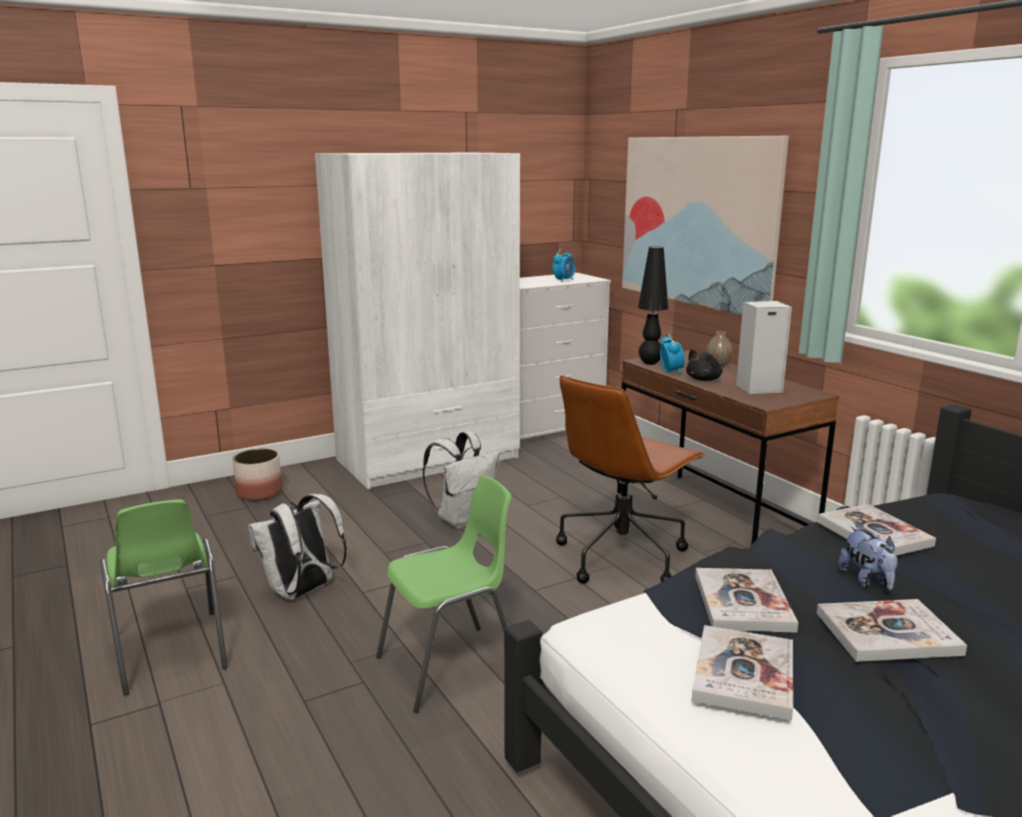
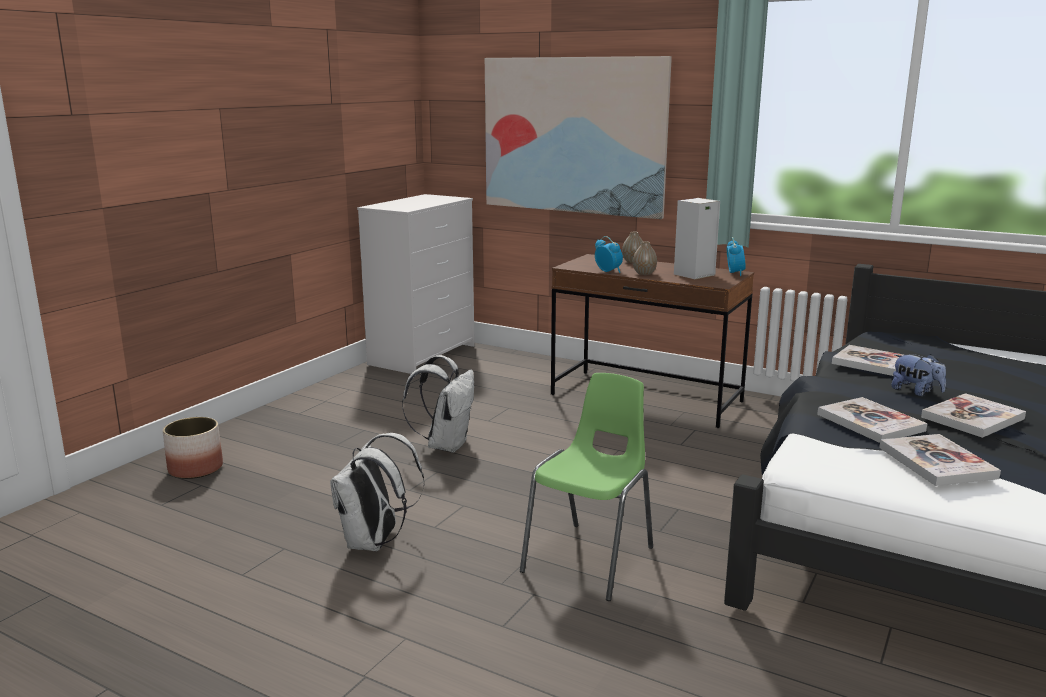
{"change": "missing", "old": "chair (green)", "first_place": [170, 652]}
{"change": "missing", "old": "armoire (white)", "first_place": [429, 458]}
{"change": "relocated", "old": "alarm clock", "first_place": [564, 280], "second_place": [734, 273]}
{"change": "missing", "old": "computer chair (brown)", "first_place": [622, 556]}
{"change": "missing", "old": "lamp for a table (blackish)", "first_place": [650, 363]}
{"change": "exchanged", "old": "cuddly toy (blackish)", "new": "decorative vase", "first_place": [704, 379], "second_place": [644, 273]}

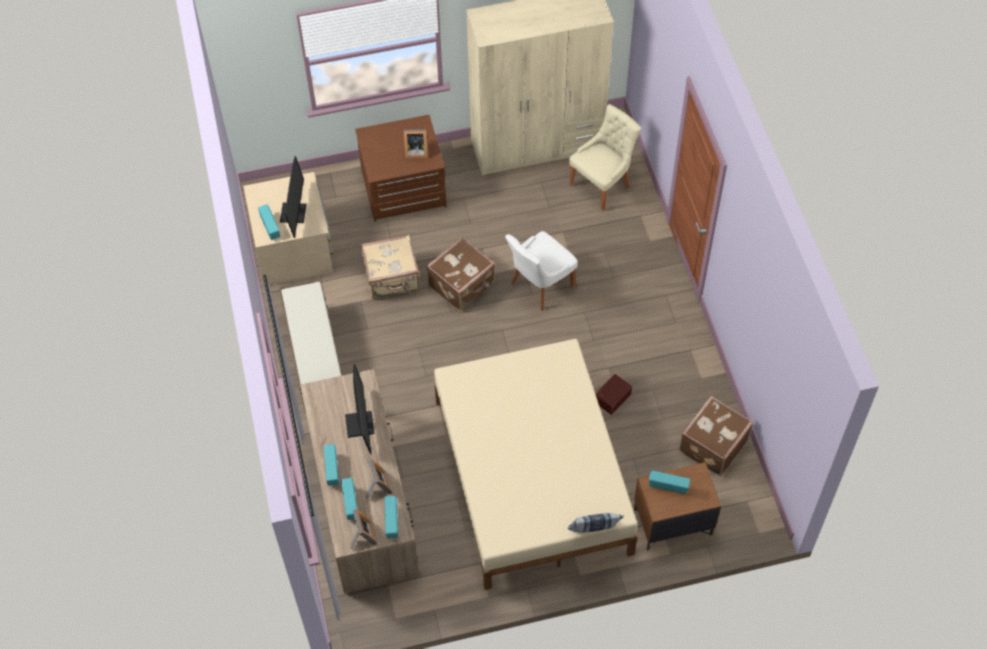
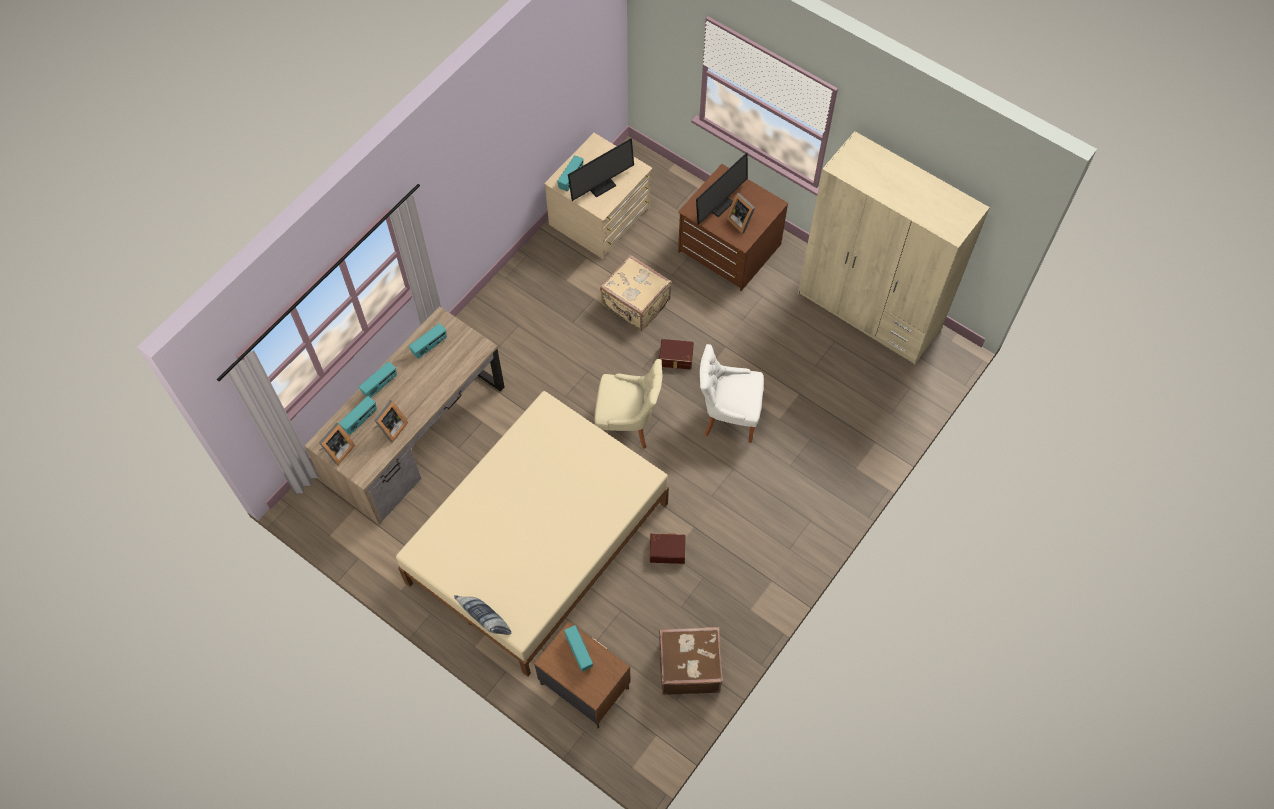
{"change": "missing", "old": "bench (brown)", "first_place": [315, 360]}
{"change": "relocated", "old": "computer screen", "first_place": [360, 424], "second_place": [717, 203]}
{"change": "relocated", "old": "radio receiver", "first_place": [392, 522], "second_place": [430, 346]}
{"change": "exchanged", "old": "travel case (brown)", "new": "storage bin (brown)", "first_place": [462, 285], "second_place": [676, 358]}
{"change": "relocated", "old": "chair (sand-coloured)", "first_place": [602, 185], "second_place": [628, 424]}

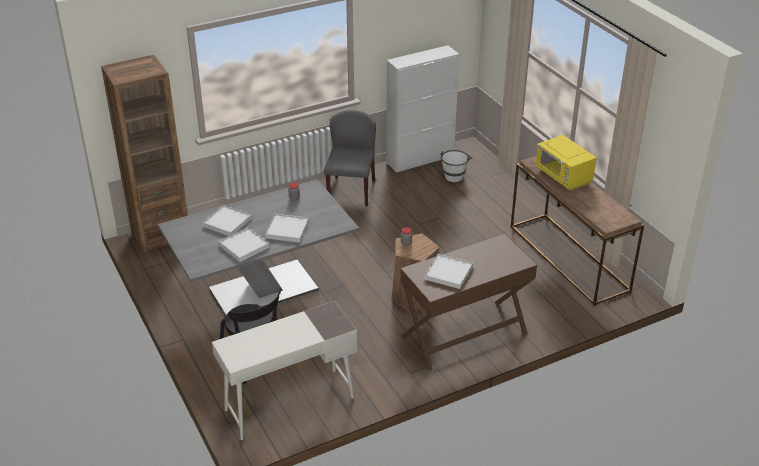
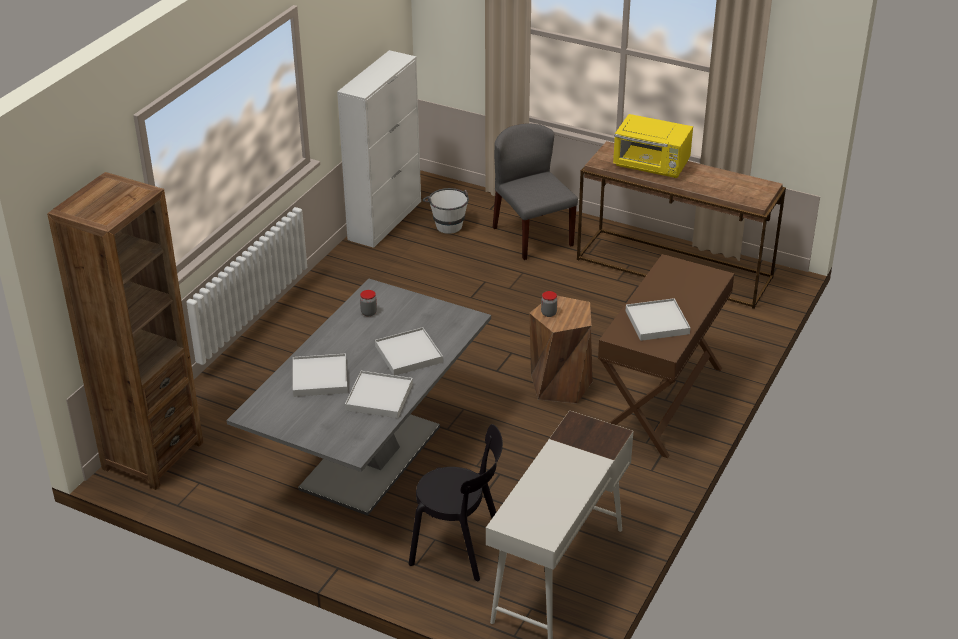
{"change": "relocated", "old": "chair (grey)", "first_place": [351, 191], "second_place": [532, 236]}

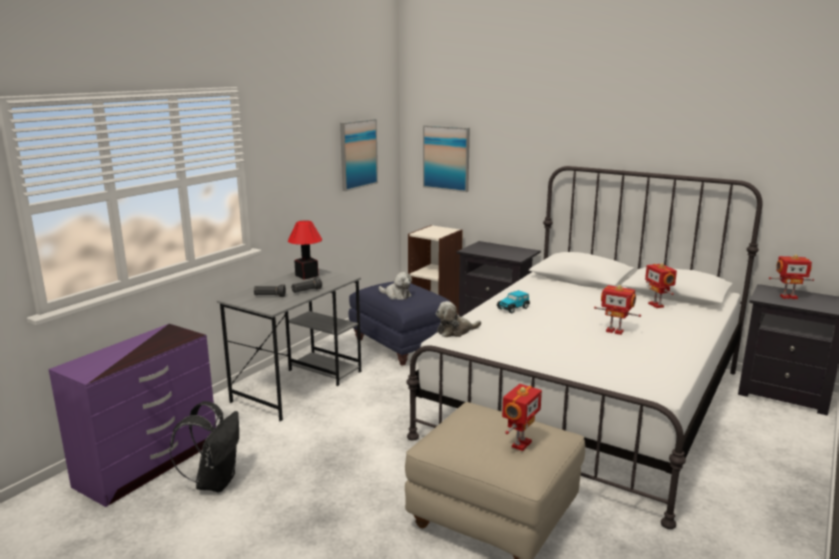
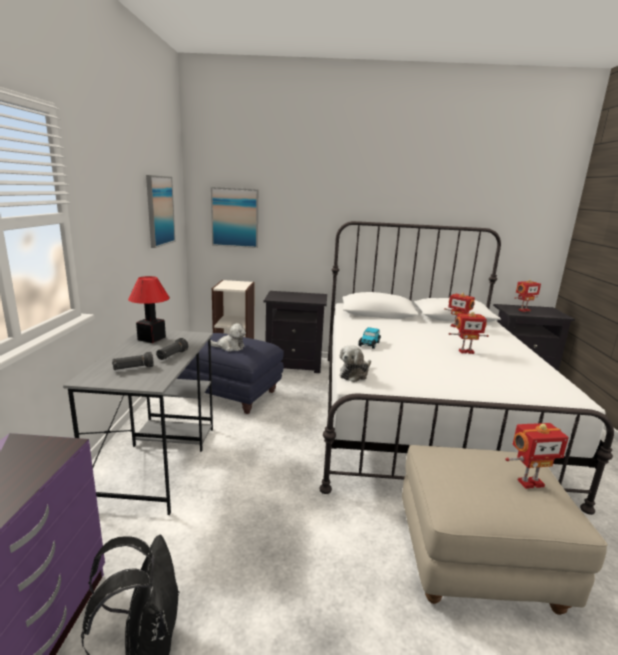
{"change": "spun", "old": "model robot", "first_place": [520, 444], "second_place": [529, 482], "degrees": 75}

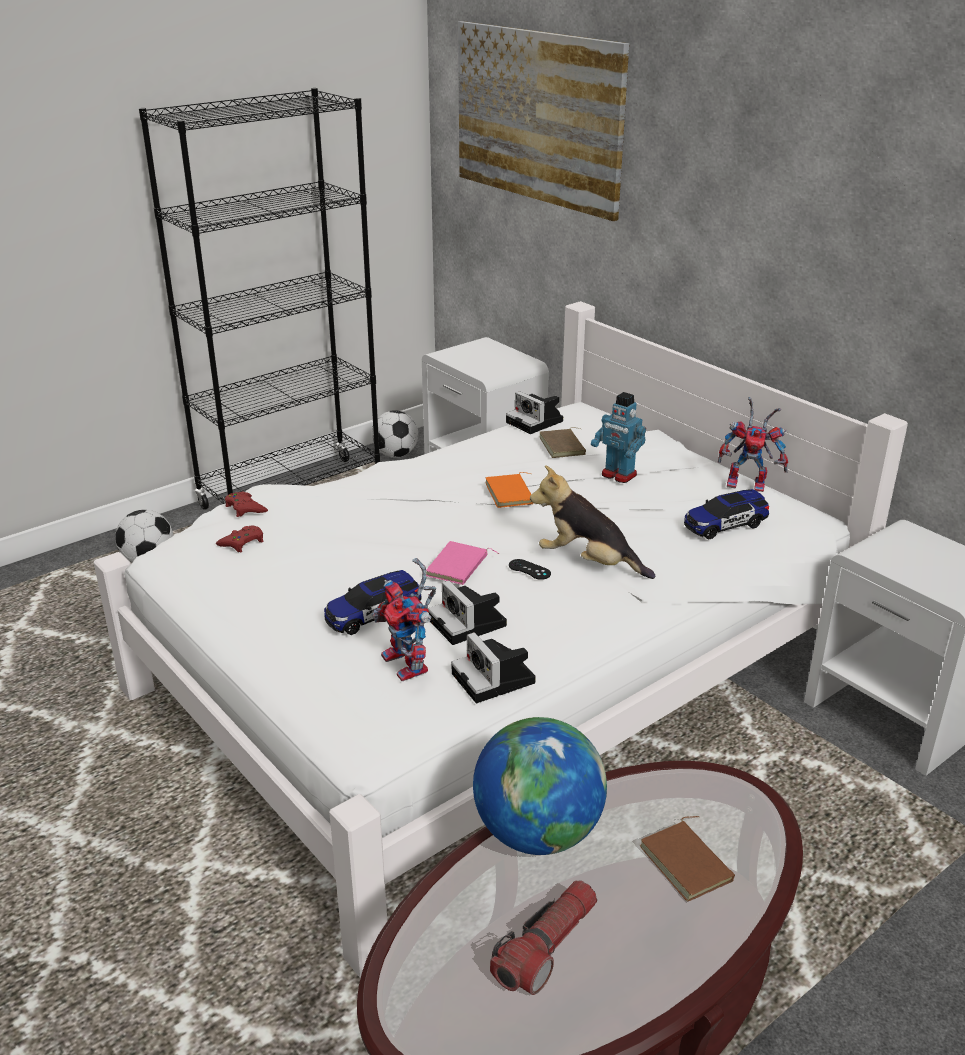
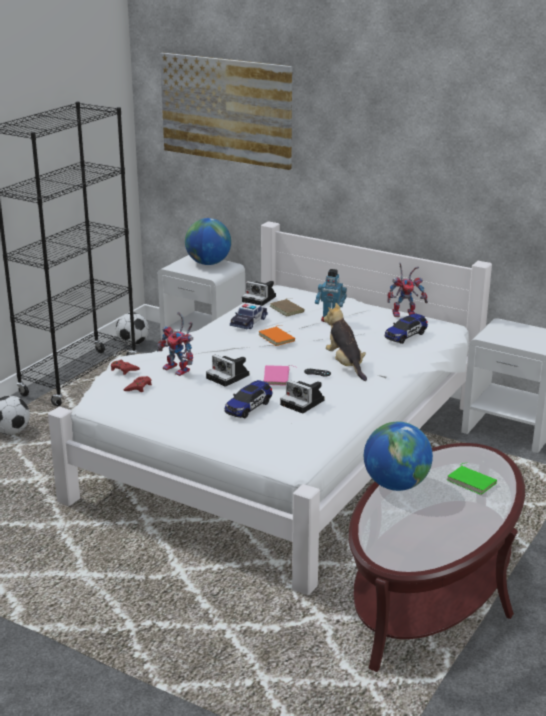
{"change": "relocated", "old": "model robot", "first_place": [410, 665], "second_place": [179, 370]}
{"change": "relocated", "old": "still camera", "first_place": [495, 679], "second_place": [229, 377]}
{"change": "missing", "old": "hand torch", "first_place": [546, 947]}
{"change": "spun", "old": "cuddly toy", "first_place": [588, 563], "second_place": [345, 365], "degrees": 60}
{"change": "colour", "old": "book (brown)", "new": "book (green)", "first_place": [688, 863], "second_place": [472, 481]}
{"change": "appeared", "new": "world globe", "second_place": [208, 263]}
{"change": "appeared", "new": "toy car", "second_place": [249, 322]}

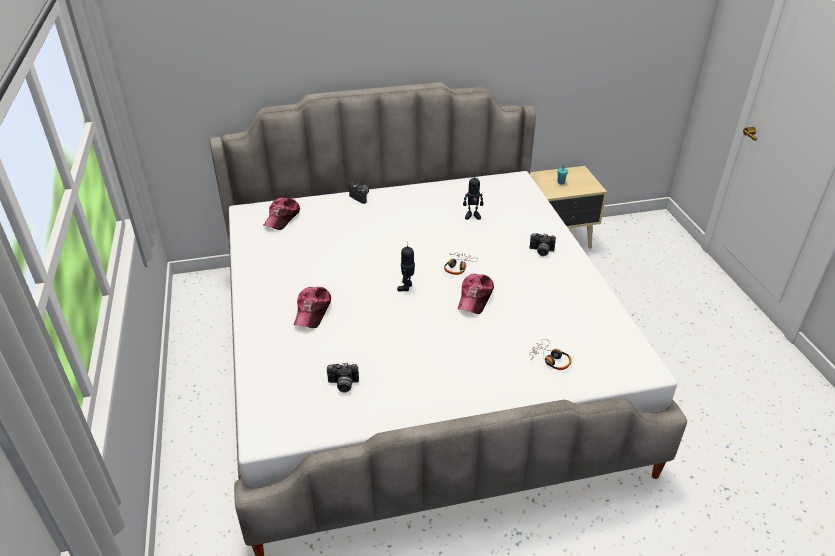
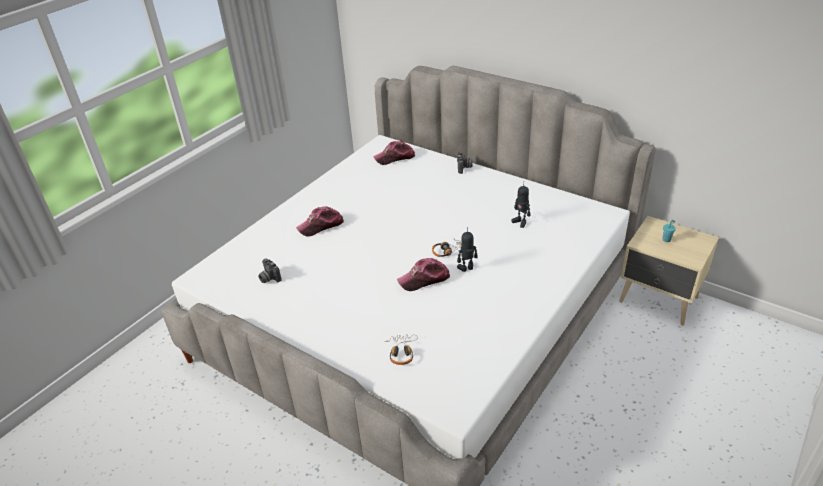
{"change": "relocated", "old": "model robot", "first_place": [407, 287], "second_place": [467, 268]}
{"change": "missing", "old": "still camera", "first_place": [541, 251]}

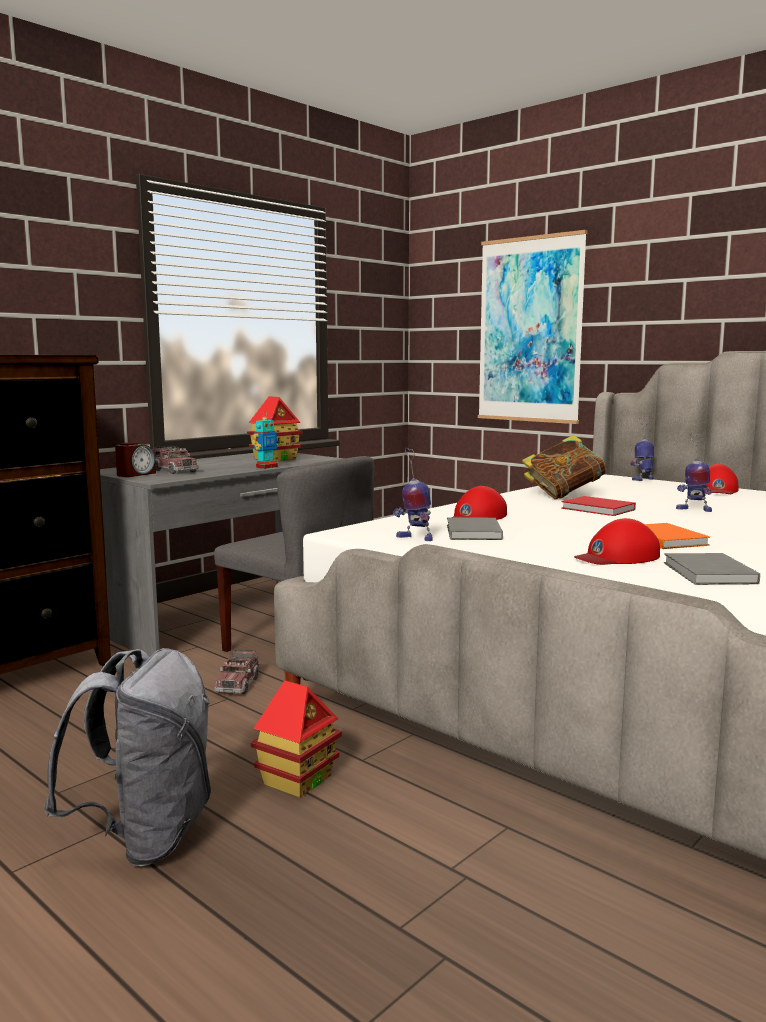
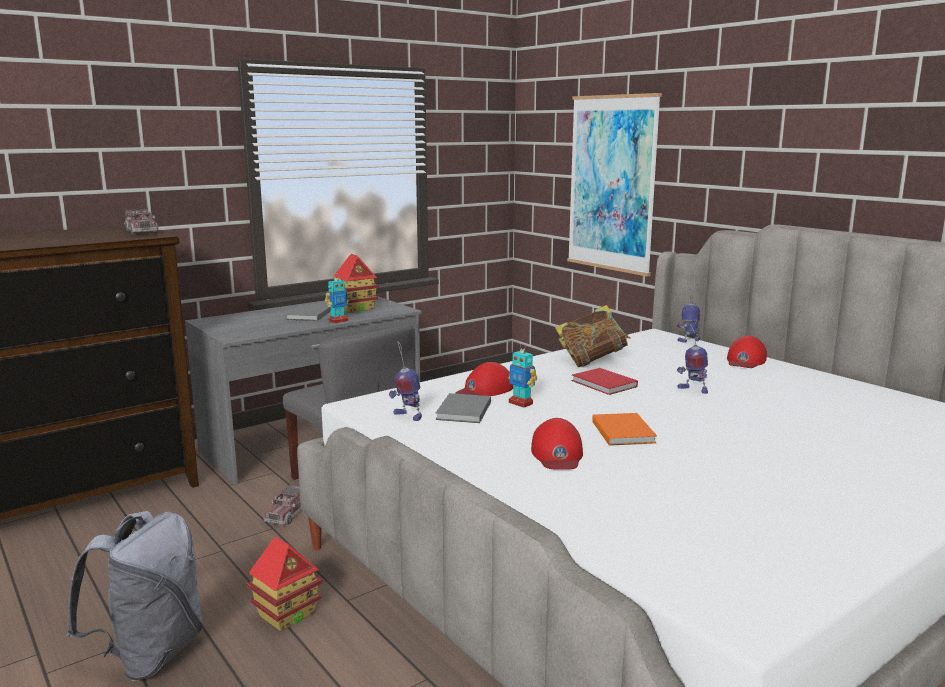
{"change": "missing", "old": "alarm clock", "first_place": [135, 474]}
{"change": "relocated", "old": "toy truck", "first_place": [174, 470], "second_place": [141, 232]}
{"change": "spun", "old": "peaked cap (red)", "first_place": [617, 557], "second_place": [557, 454], "degrees": -75}
{"change": "relocated", "old": "book (grey)", "first_place": [708, 574], "second_place": [308, 315]}
{"change": "appeared", "new": "model robot", "second_place": [521, 403]}

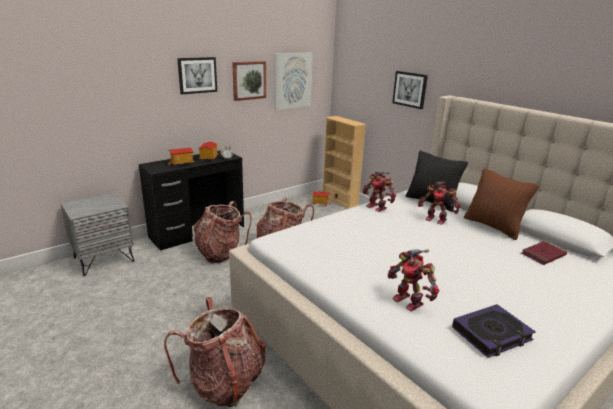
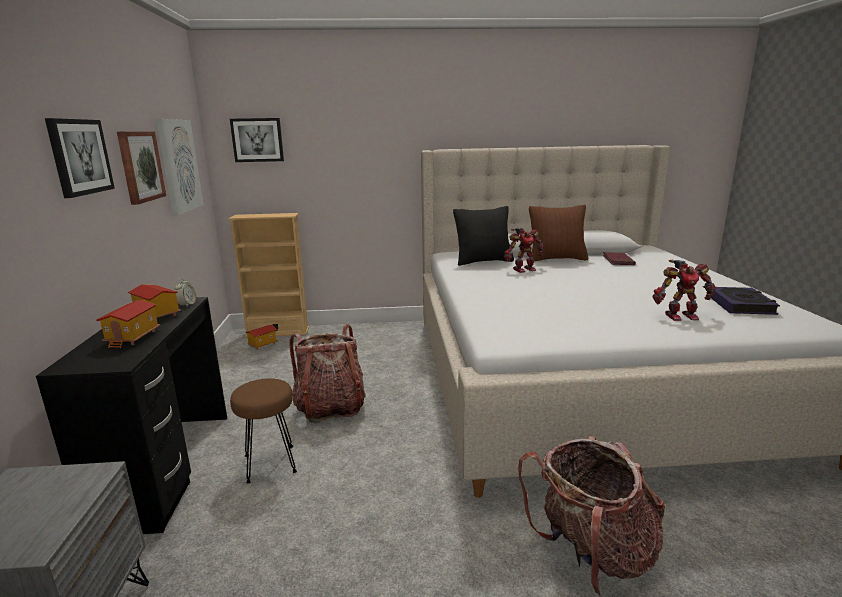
{"change": "exchanged", "old": "backpack", "new": "sitting stool (brown)", "first_place": [220, 253], "second_place": [270, 463]}
{"change": "missing", "old": "model robot", "first_place": [377, 207]}
{"change": "relocated", "old": "wall art", "first_place": [410, 89], "second_place": [257, 140]}

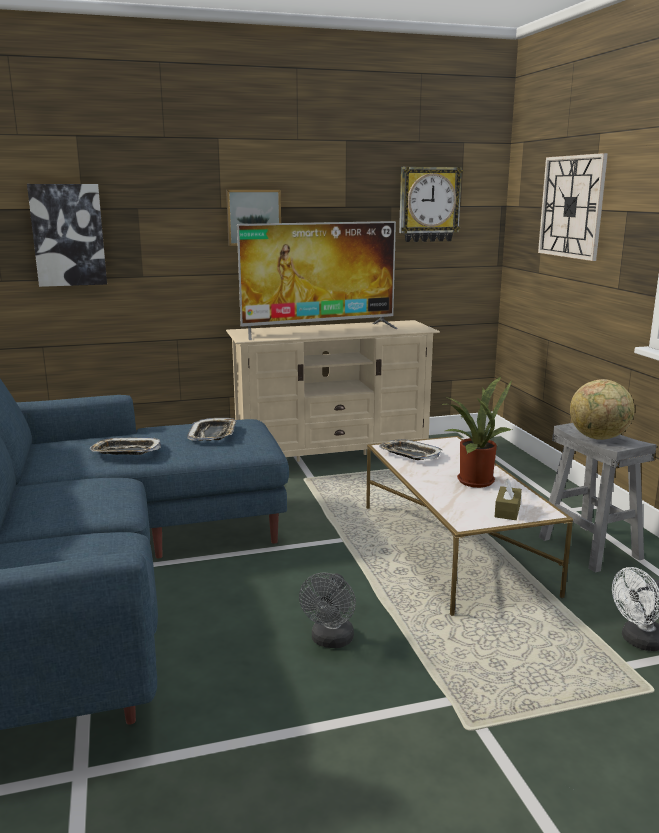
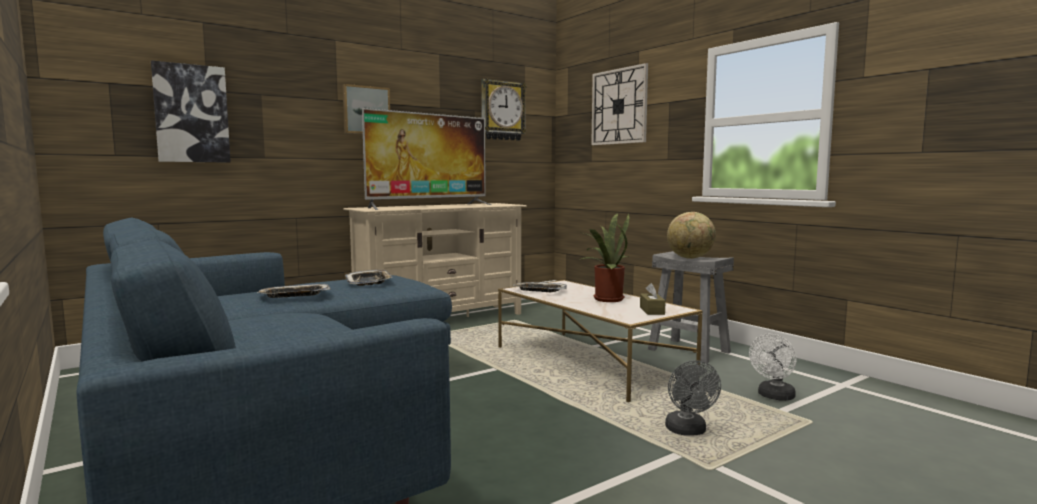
{"change": "relocated", "old": "electric fan (grey)", "first_place": [331, 641], "second_place": [688, 431]}

